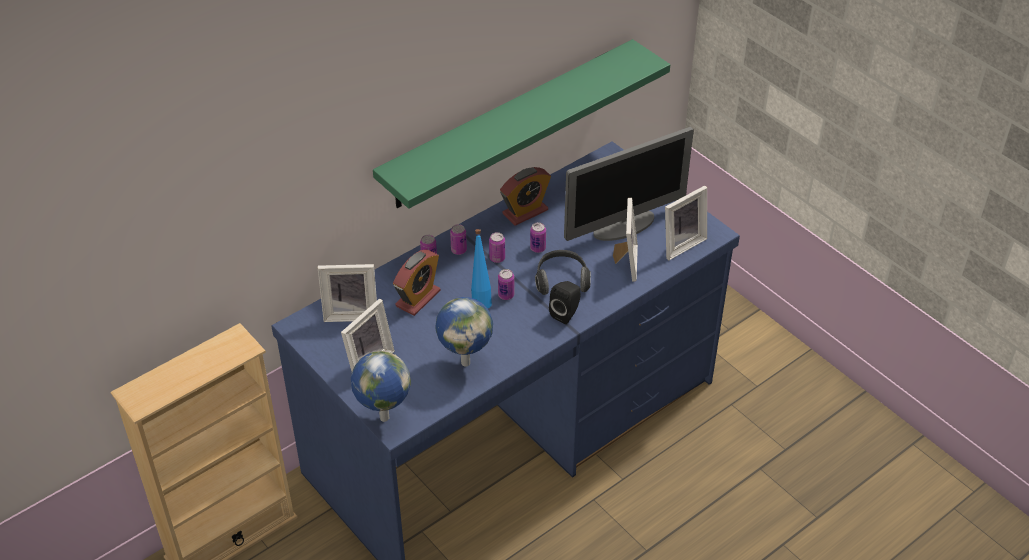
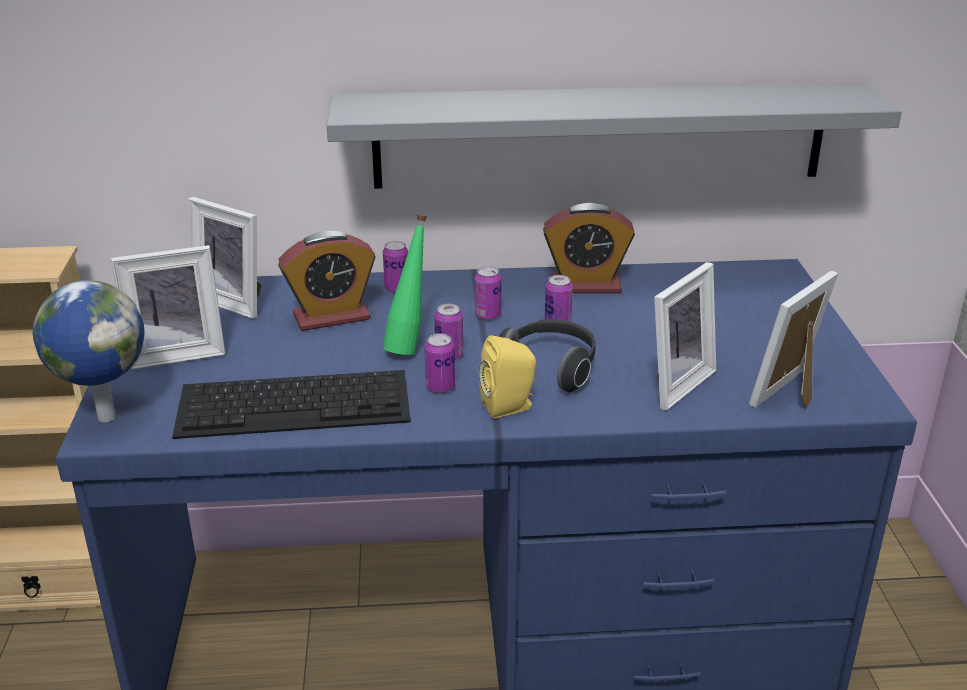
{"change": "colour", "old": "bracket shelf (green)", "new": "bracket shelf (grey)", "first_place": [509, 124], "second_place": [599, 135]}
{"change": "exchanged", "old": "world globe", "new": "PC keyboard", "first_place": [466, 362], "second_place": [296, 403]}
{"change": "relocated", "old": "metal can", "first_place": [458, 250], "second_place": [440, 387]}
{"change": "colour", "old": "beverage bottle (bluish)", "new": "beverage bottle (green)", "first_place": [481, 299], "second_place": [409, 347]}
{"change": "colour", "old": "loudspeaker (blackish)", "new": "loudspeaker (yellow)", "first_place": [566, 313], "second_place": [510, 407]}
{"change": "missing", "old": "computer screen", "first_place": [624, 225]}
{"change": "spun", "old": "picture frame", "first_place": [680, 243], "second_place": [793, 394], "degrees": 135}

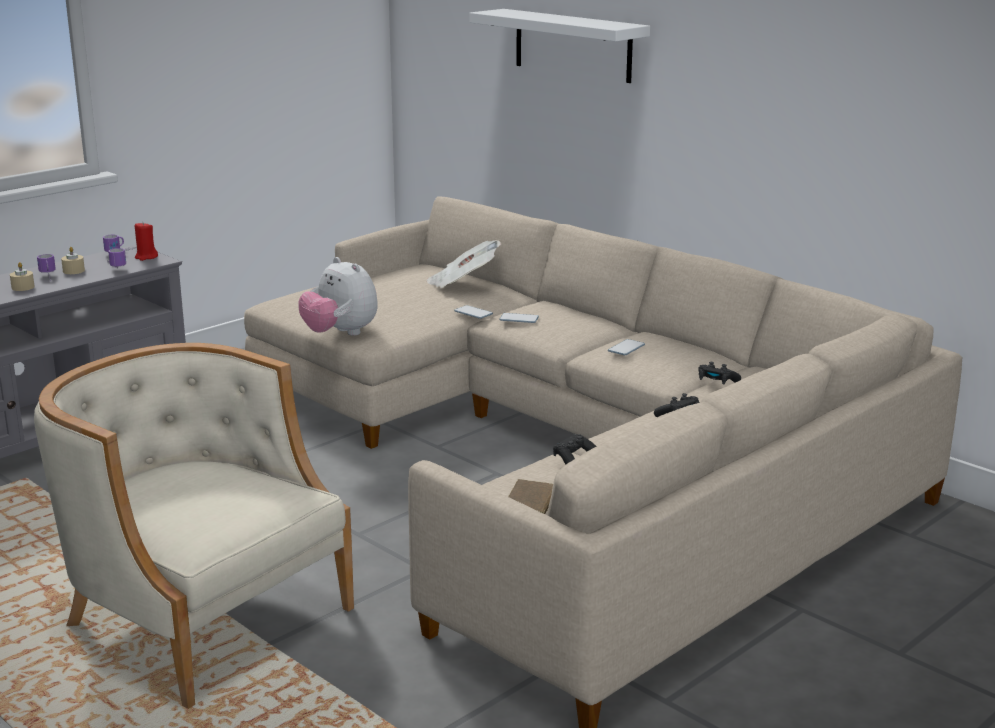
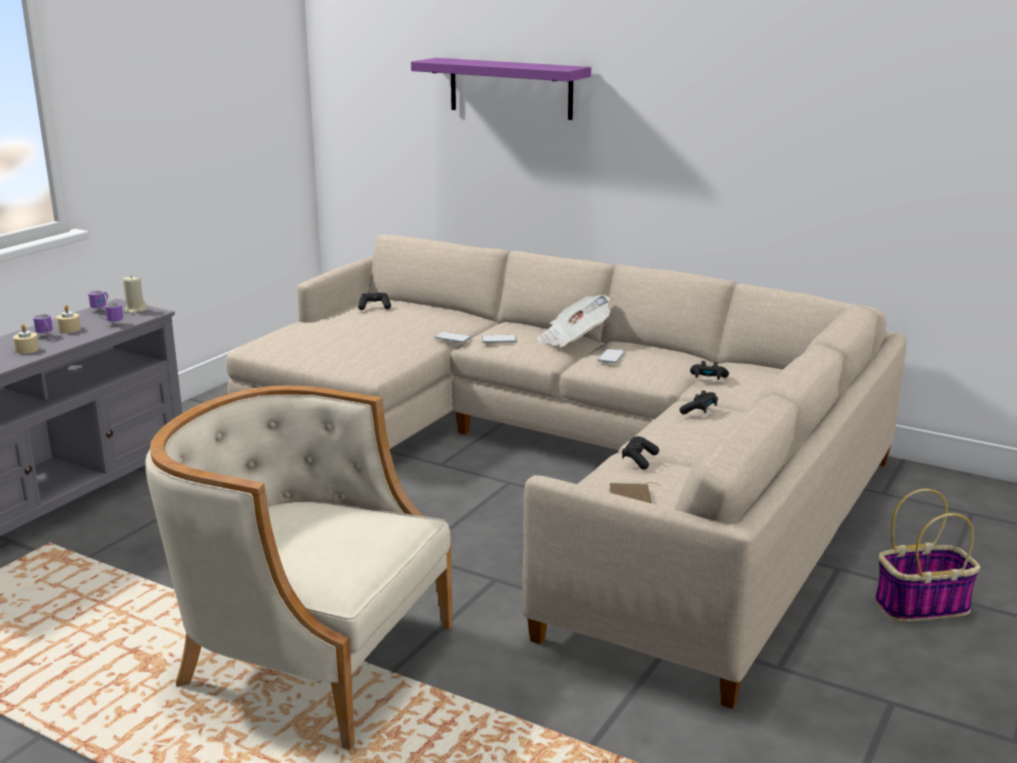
{"change": "colour", "old": "wax light (red)", "new": "wax light (sand-coloured)", "first_place": [146, 257], "second_place": [135, 310]}
{"change": "missing", "old": "cuddly toy", "first_place": [340, 334]}
{"change": "relocated", "old": "printed paper", "first_place": [462, 283], "second_place": [573, 339]}
{"change": "colour", "old": "bracket shelf (white)", "new": "bracket shelf (purplish)", "first_place": [572, 45], "second_place": [510, 88]}
{"change": "appeared", "new": "joypad (blackish)", "second_place": [374, 307]}
{"change": "appeared", "new": "basket", "second_place": [922, 605]}

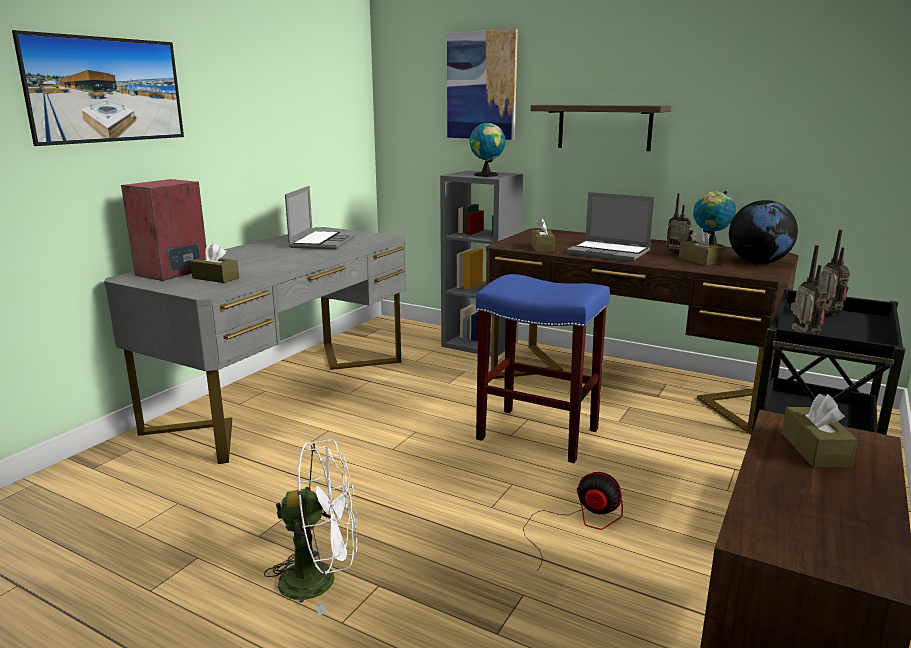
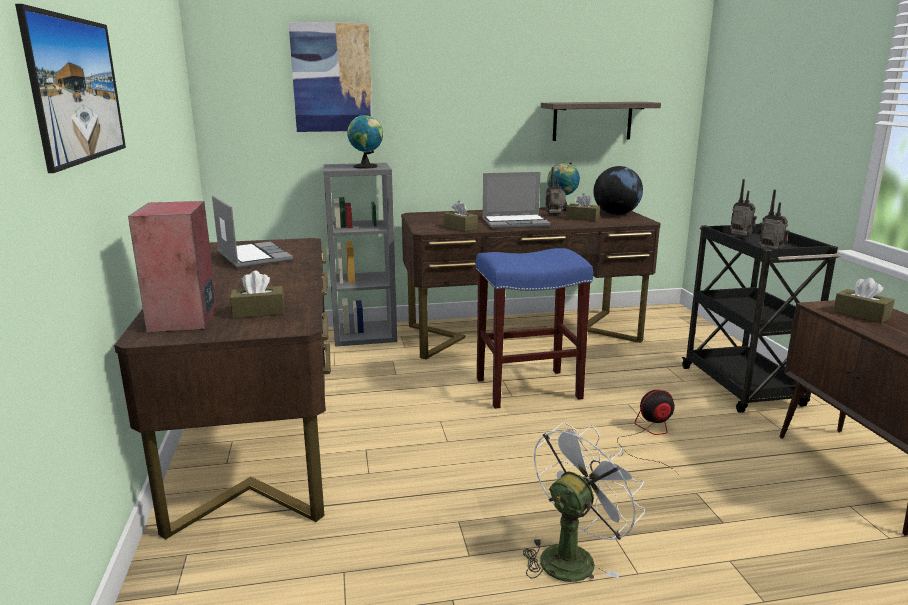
{"change": "colour", "old": "desk unit (grey)", "new": "desk unit (brown)", "first_place": [285, 393], "second_place": [259, 434]}
{"change": "relocated", "old": "bracket shelf", "first_place": [604, 127], "second_place": [592, 121]}

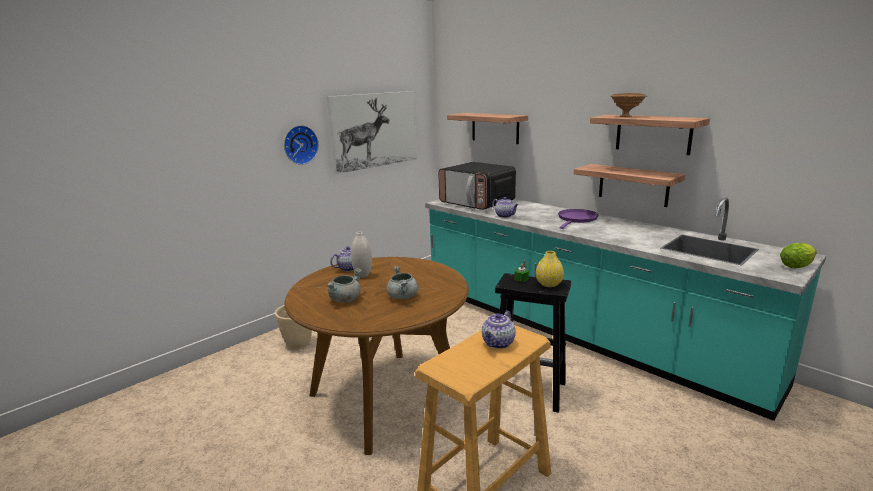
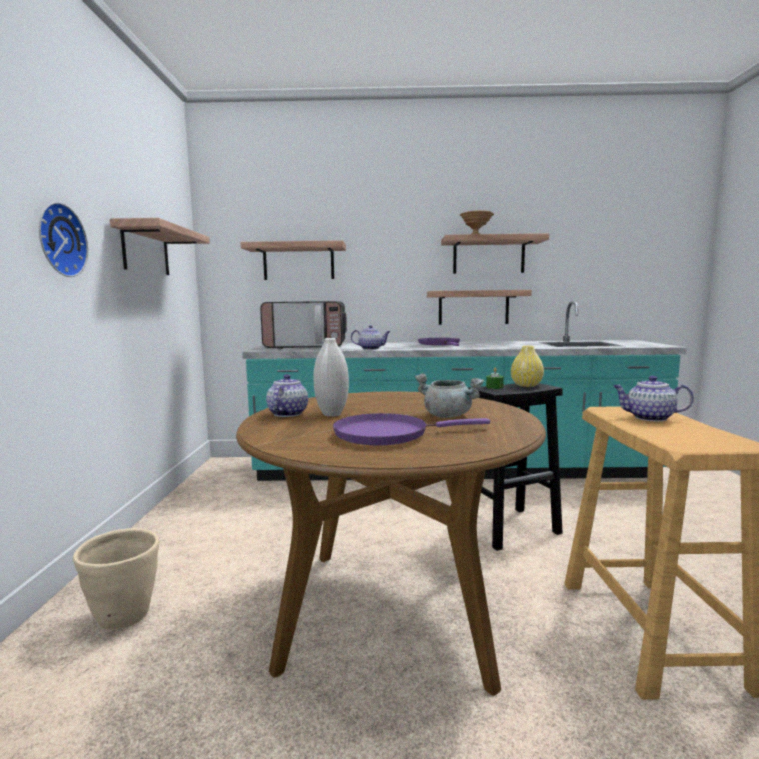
{"change": "exchanged", "old": "wall art", "new": "bracket shelf", "first_place": [374, 130], "second_place": [146, 250]}
{"change": "exchanged", "old": "cooking pot (grey)", "new": "pan (purplish)", "first_place": [345, 299], "second_place": [387, 434]}
{"change": "spun", "old": "pot for tea", "first_place": [498, 343], "second_place": [649, 418], "degrees": 120}
{"change": "missing", "old": "head of lettuce", "first_place": [798, 266]}

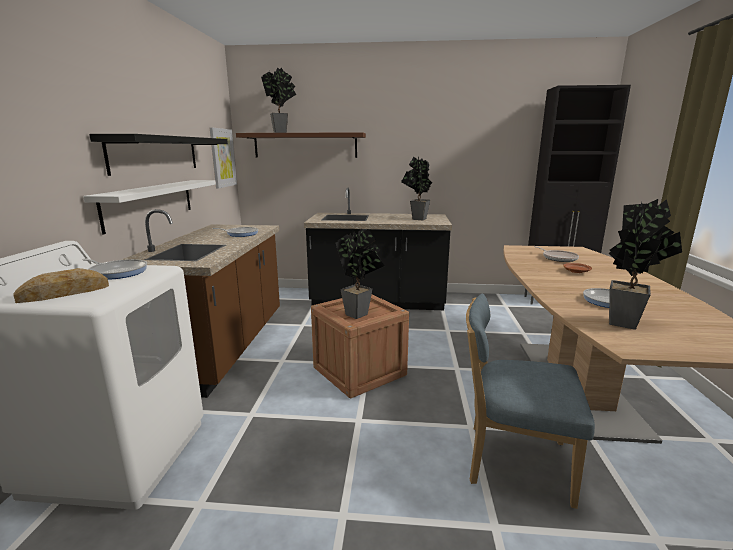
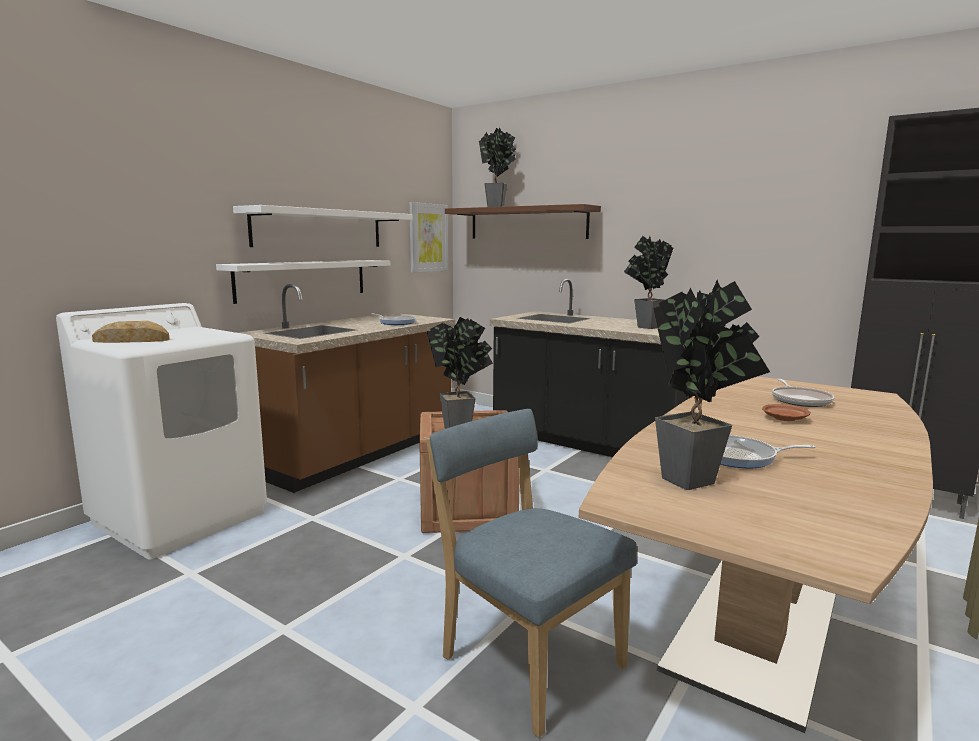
{"change": "missing", "old": "pan", "first_place": [117, 272]}
{"change": "colour", "old": "bracket shelf (blackish)", "new": "bracket shelf (white)", "first_place": [156, 154], "second_place": [319, 229]}

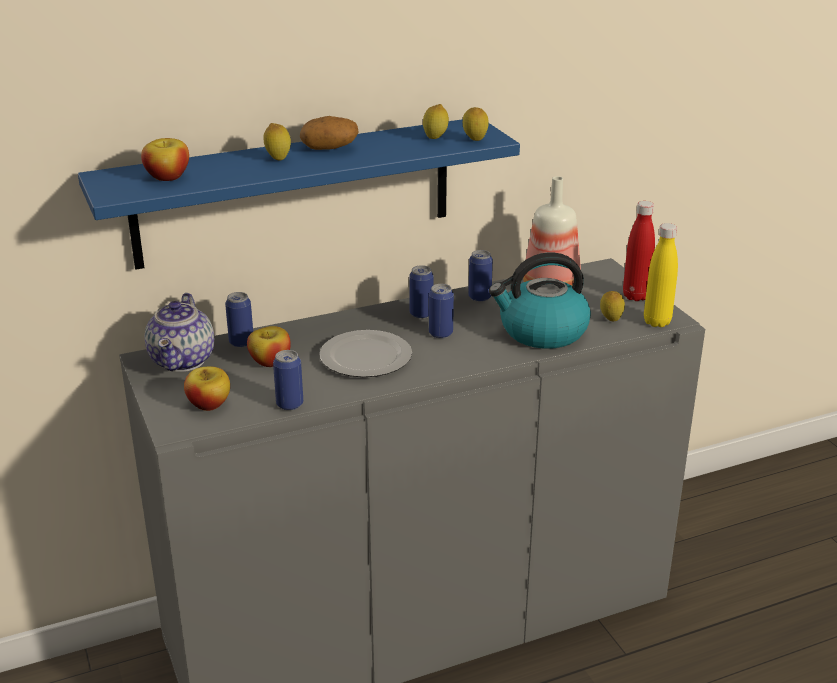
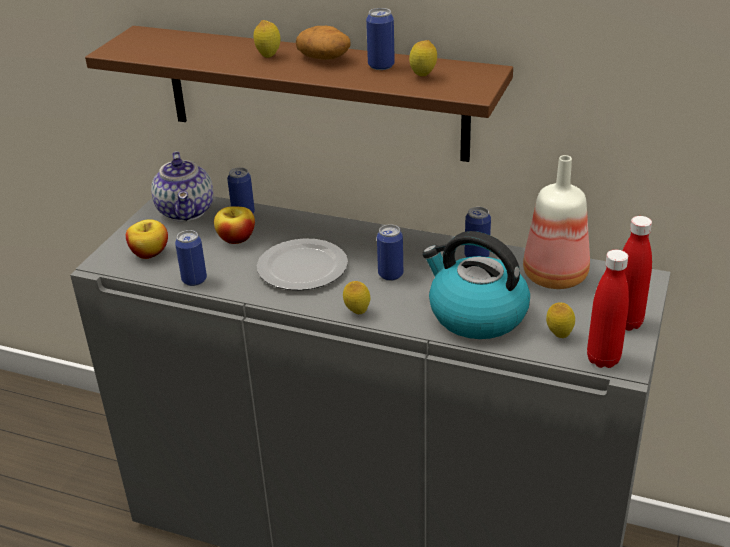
{"change": "colour", "old": "bracket shelf (bluish)", "new": "bracket shelf (brown)", "first_place": [294, 192], "second_place": [314, 93]}
{"change": "missing", "old": "whole apple", "first_place": [167, 177]}
{"change": "spun", "old": "pot for tea", "first_place": [184, 361], "second_place": [187, 211], "degrees": -60}
{"change": "relocated", "old": "metal can", "first_place": [421, 314], "second_place": [381, 66]}
{"change": "relocated", "old": "lemon", "first_place": [475, 141], "second_place": [357, 312]}
{"change": "colour", "old": "beverage bottle (yellow)", "new": "beverage bottle (red)", "first_place": [657, 322], "second_place": [603, 359]}

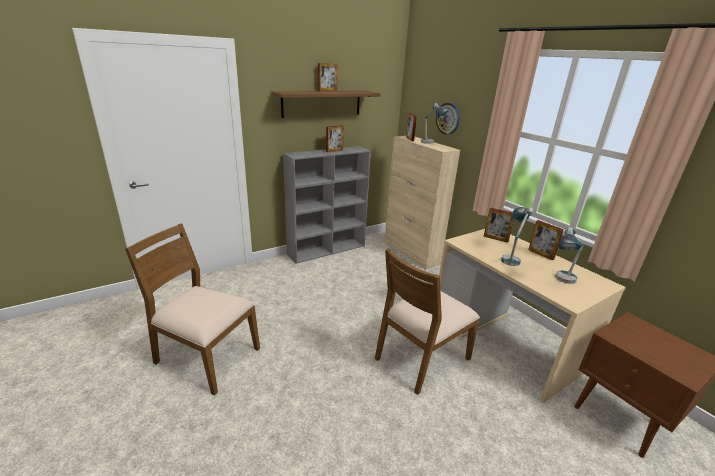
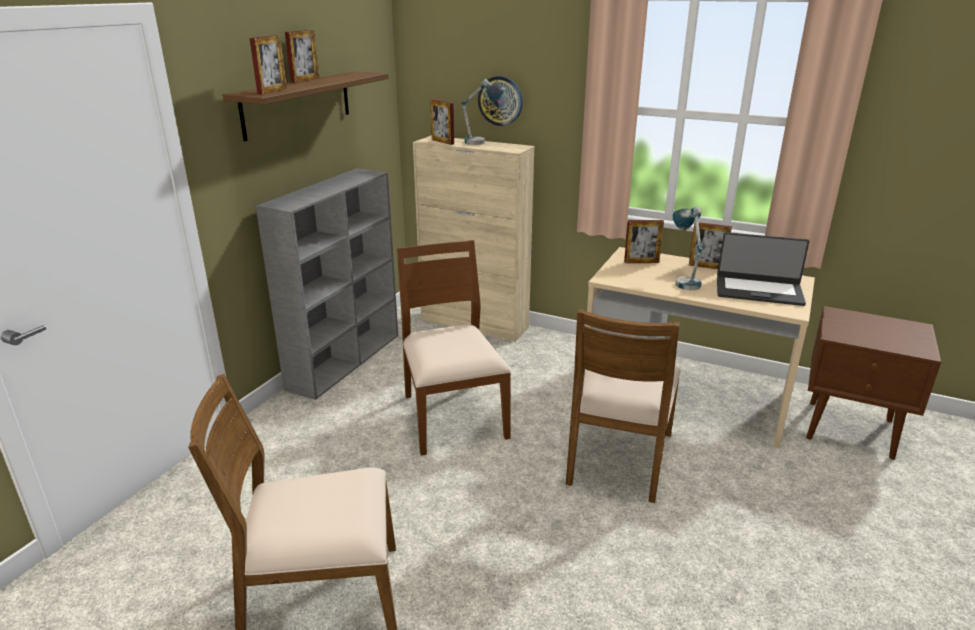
{"change": "relocated", "old": "picture frame", "first_place": [334, 150], "second_place": [272, 91]}
{"change": "exchanged", "old": "lamp for a table", "new": "portable computer", "first_place": [561, 281], "second_place": [758, 291]}
{"change": "appeared", "new": "chair (brown)", "second_place": [452, 416]}

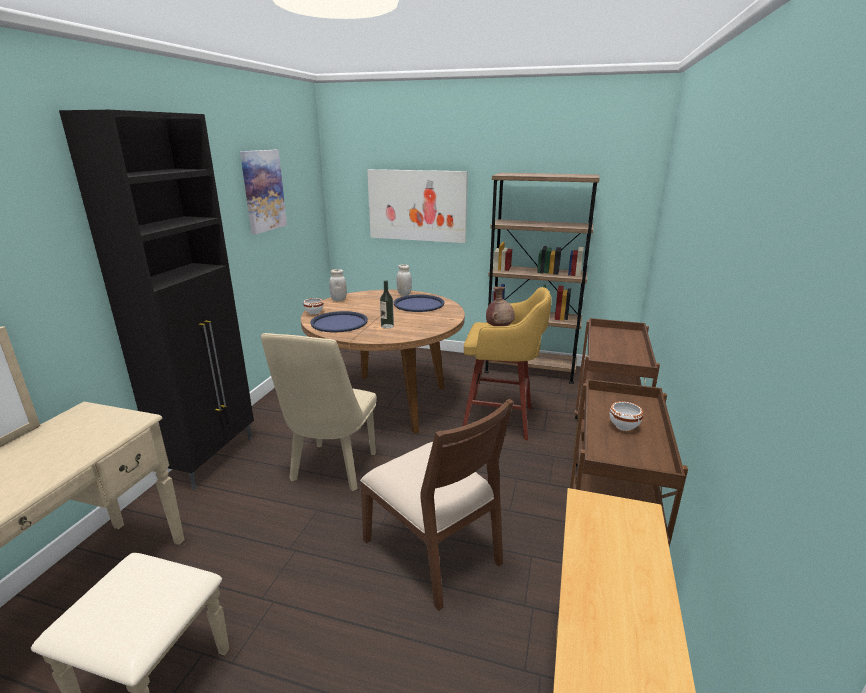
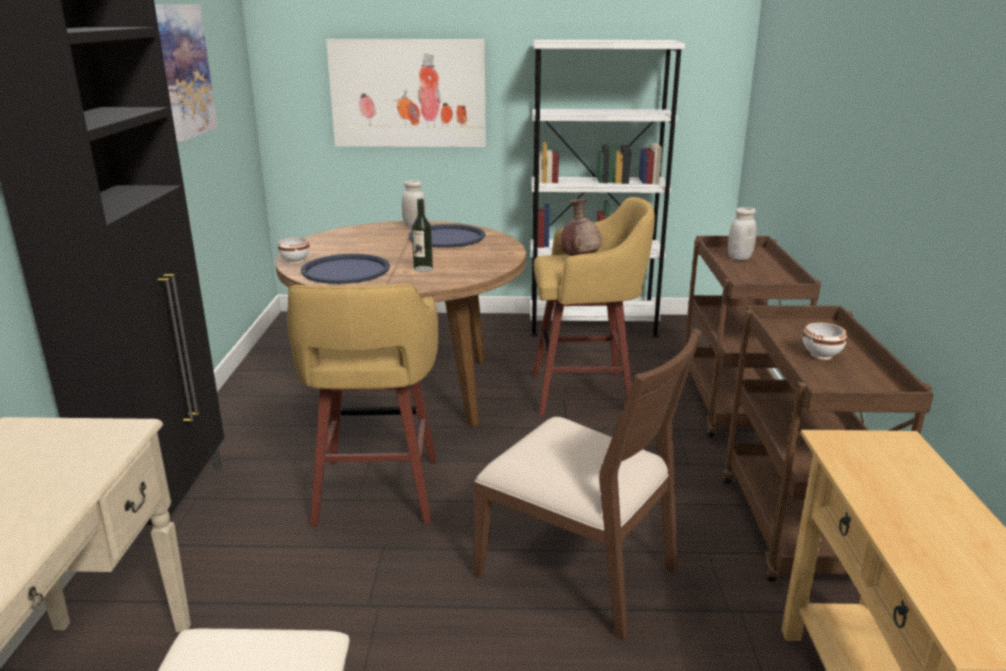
{"change": "exchanged", "old": "chair (sand-coloured)", "new": "sitting stool (yellow)", "first_place": [332, 471], "second_place": [376, 493]}
{"change": "relocated", "old": "preserve jar (white)", "first_place": [339, 300], "second_place": [739, 258]}
{"change": "colour", "old": "bookshelf (brown)", "new": "bookshelf (white)", "first_place": [529, 370], "second_place": [592, 326]}

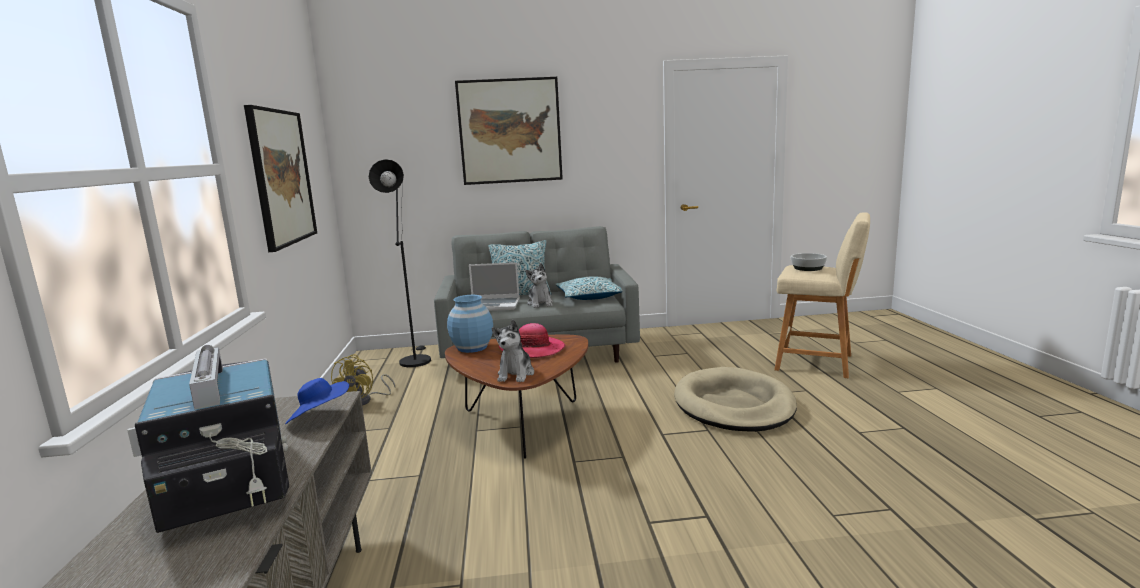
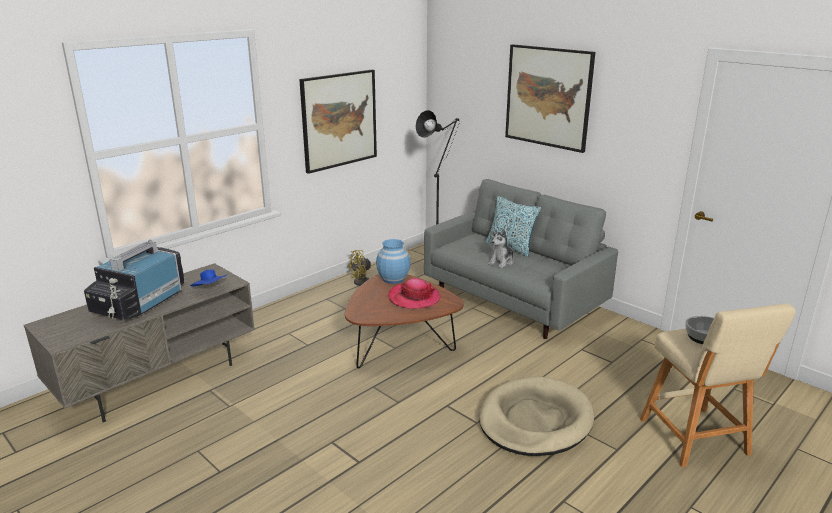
{"change": "missing", "old": "portable computer", "first_place": [494, 305]}
{"change": "missing", "old": "cuddly toy", "first_place": [516, 374]}
{"change": "missing", "old": "cushion", "first_place": [589, 297]}

